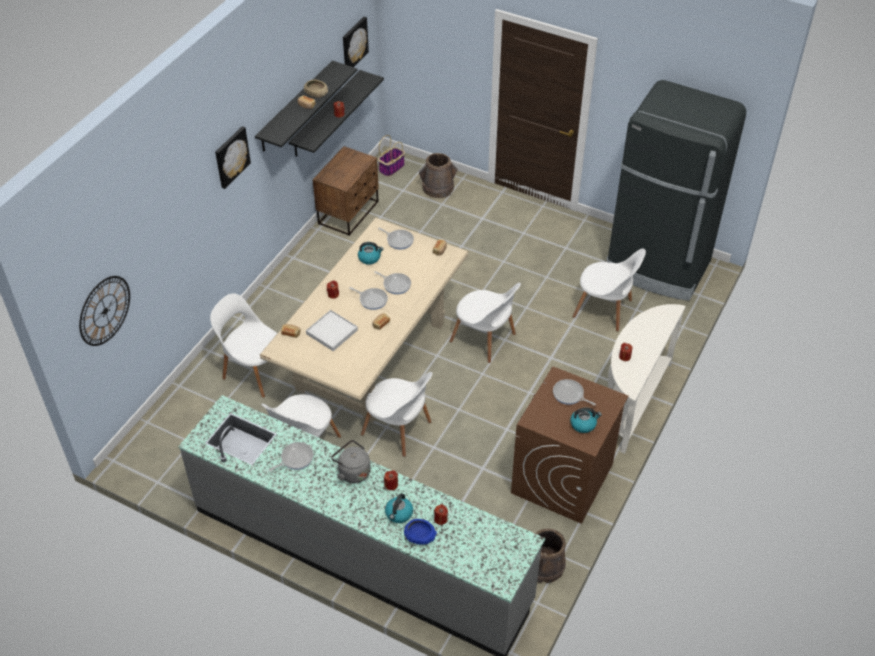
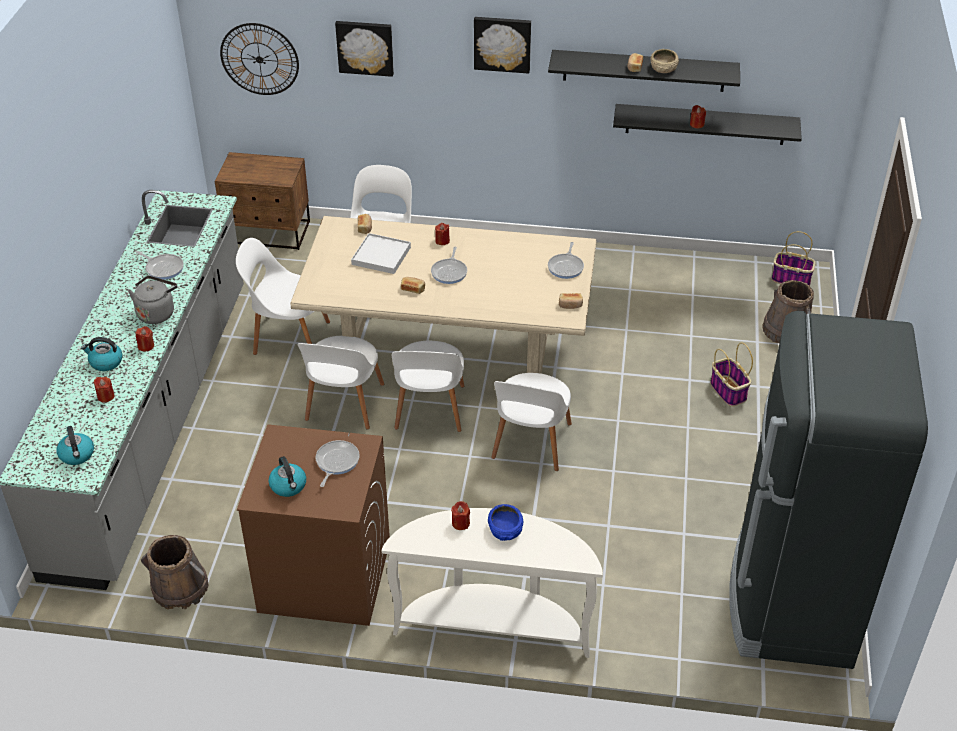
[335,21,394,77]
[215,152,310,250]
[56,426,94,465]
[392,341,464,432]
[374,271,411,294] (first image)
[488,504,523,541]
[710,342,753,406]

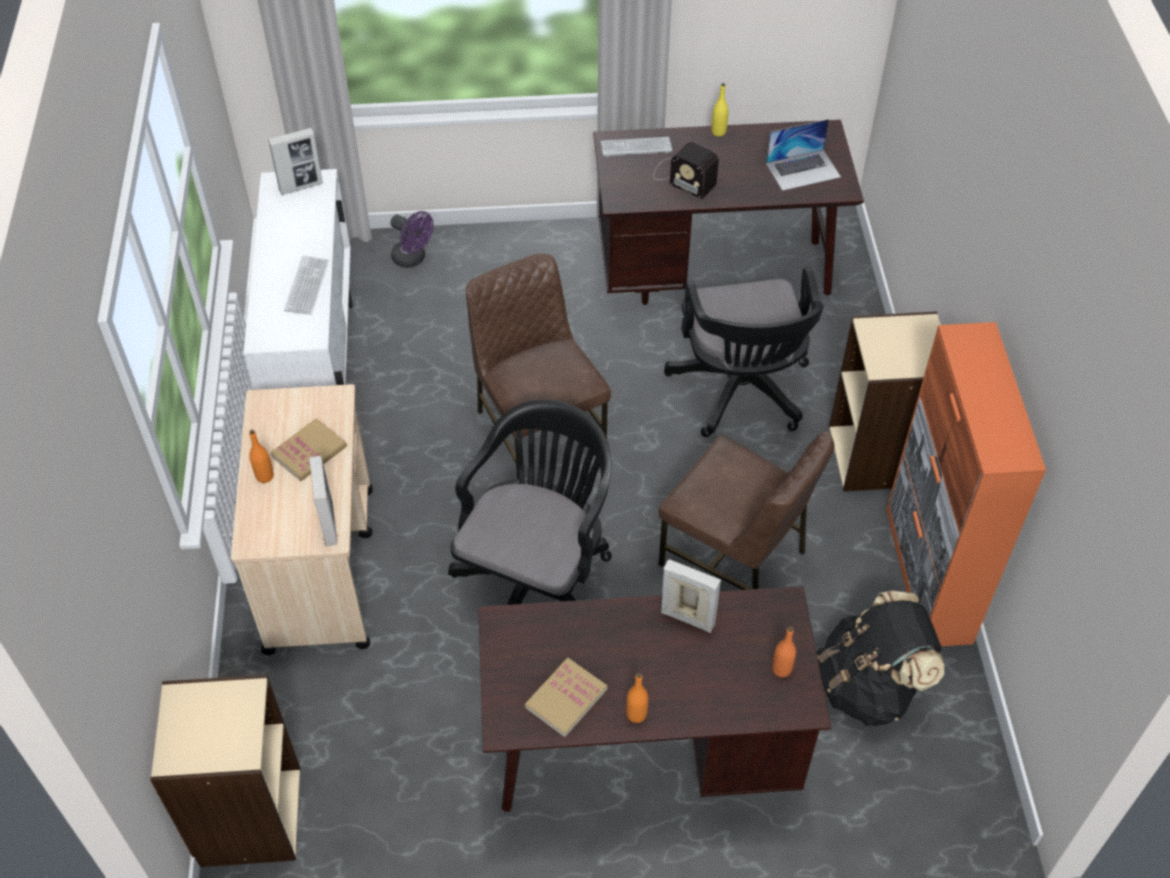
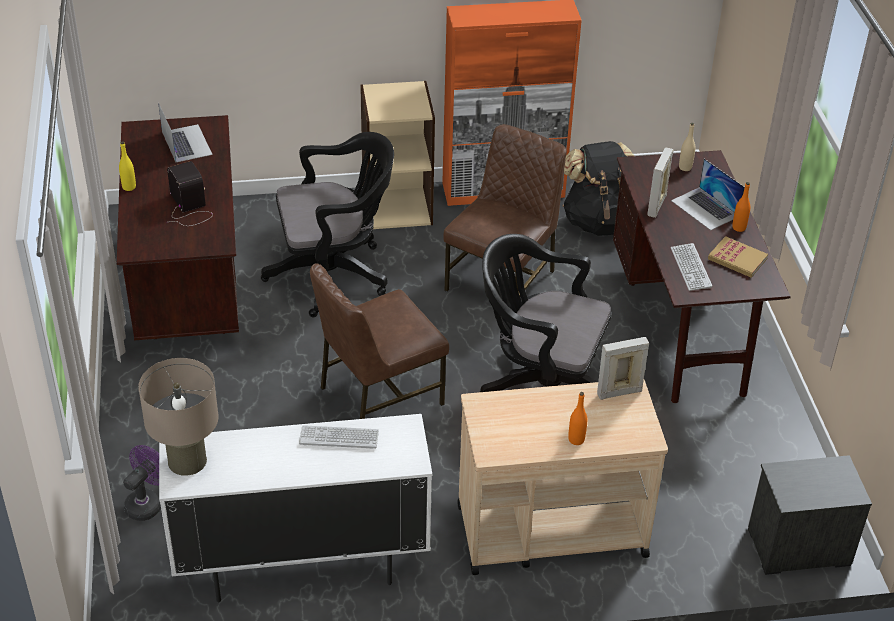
[138,358,219,476]
[671,243,712,291]
[167,161,213,226]
[270,418,347,481] (first image)
[679,123,695,171]
[747,455,872,575]
[671,159,745,230]

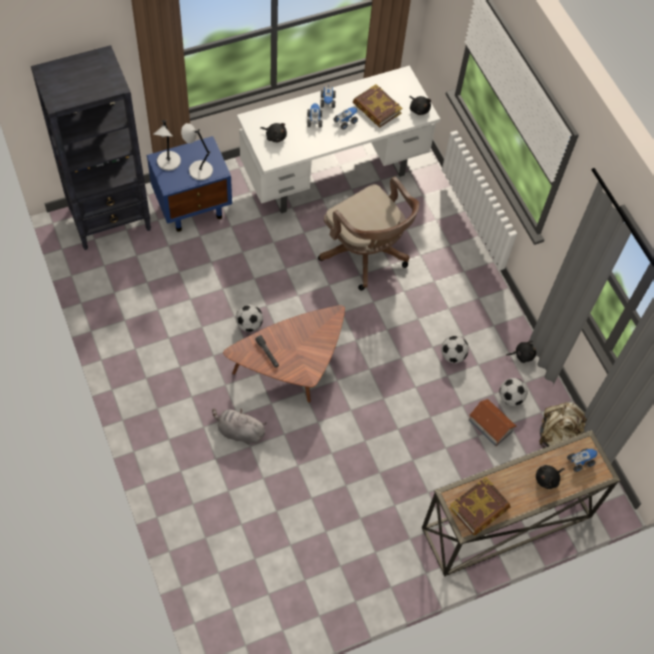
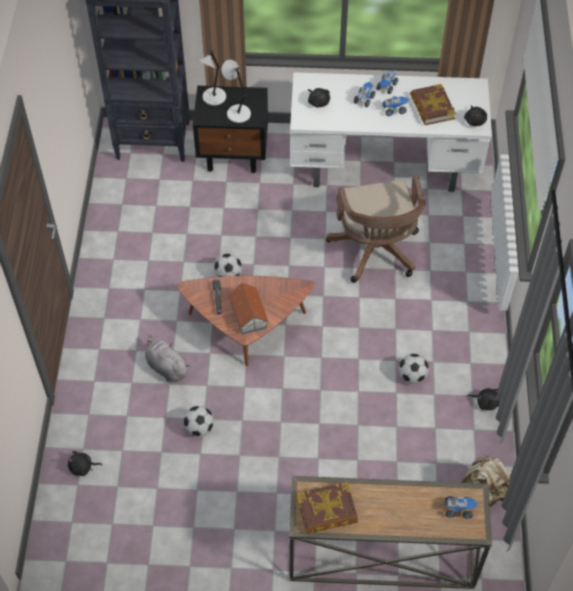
[193,86,268,173]
[183,406,214,437]
[228,283,269,335]
[67,451,102,476]

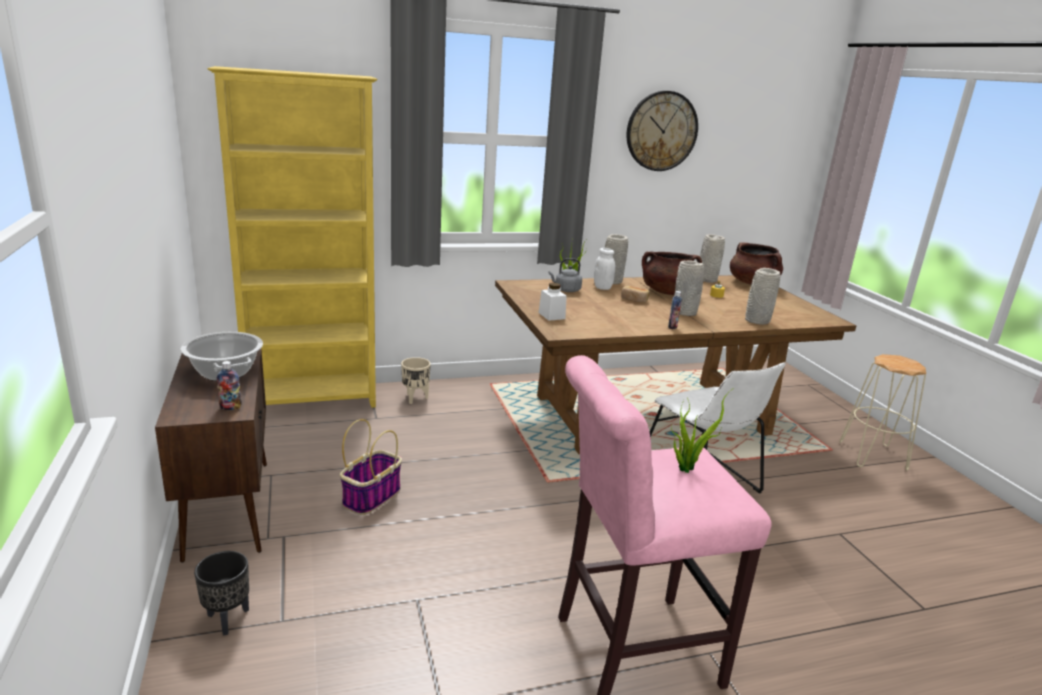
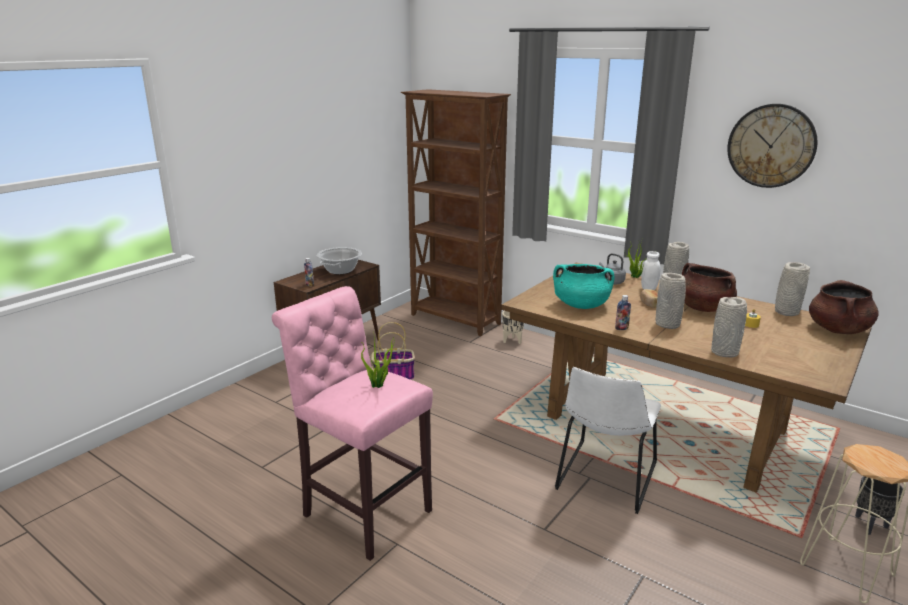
[401,89,511,336]
[539,283,567,321] (first image)
[855,476,904,535]
[553,264,614,309]

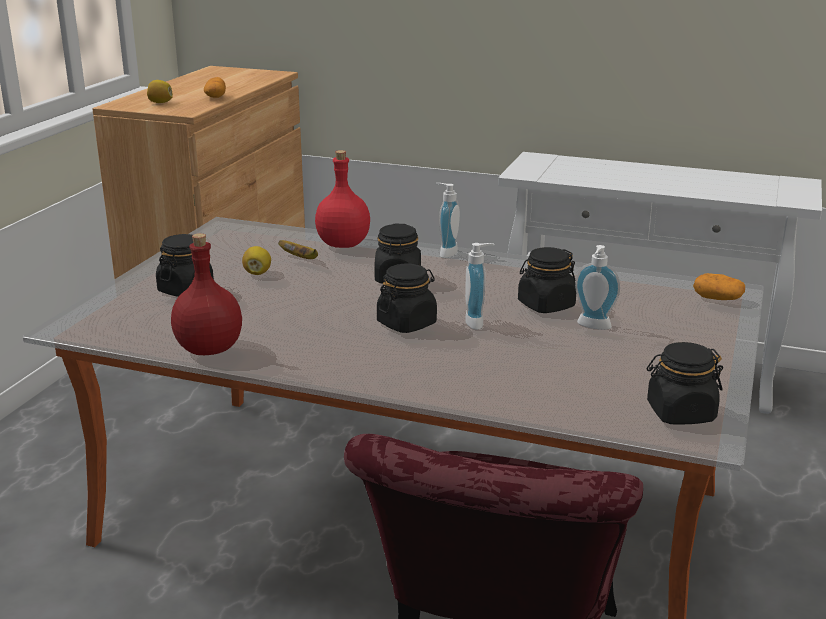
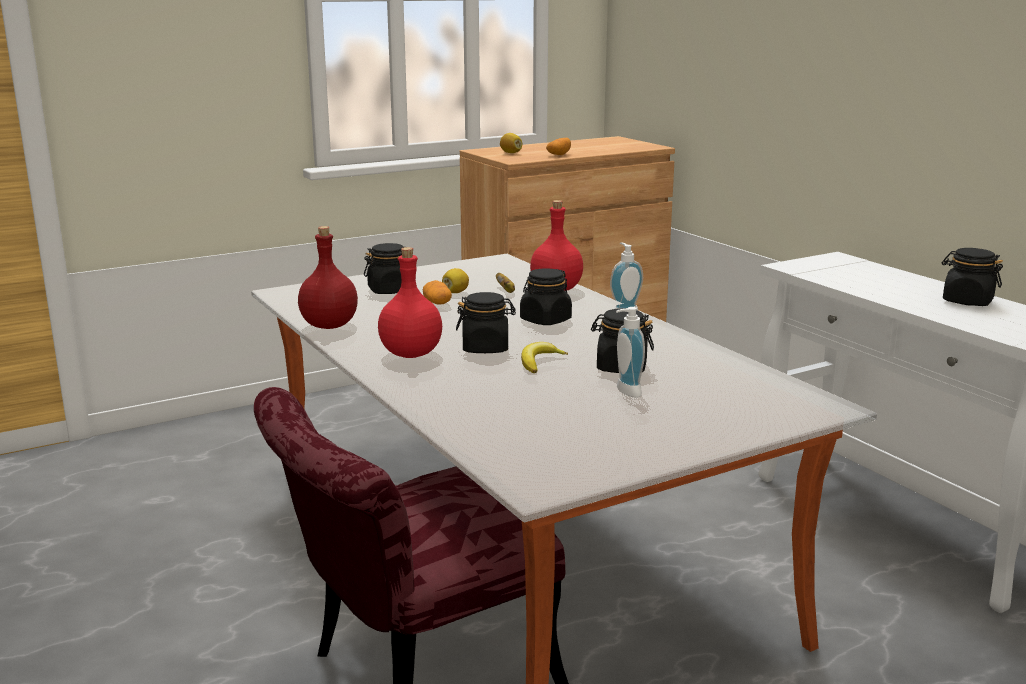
[521,342,568,373]
[423,280,452,305]
[942,248,1003,306]
[378,247,442,358]

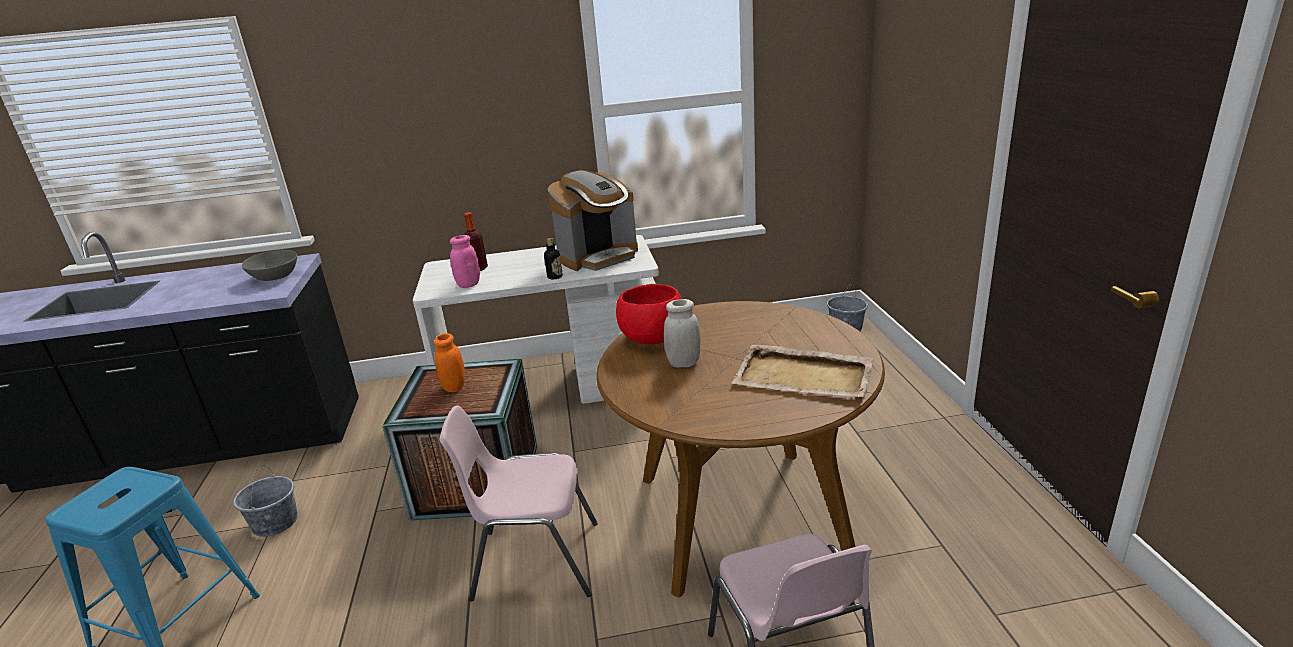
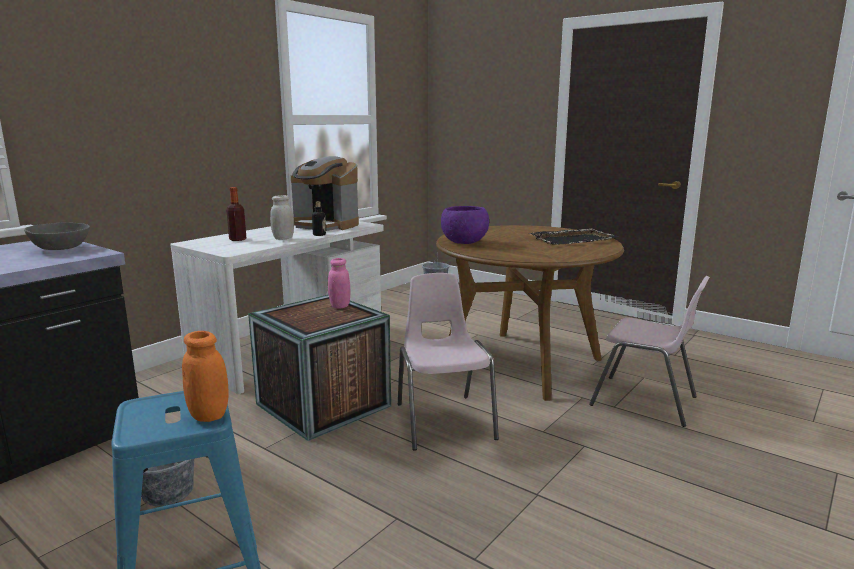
[291,156,359,231]
[328,258,350,308]
[441,206,489,244]
[270,195,294,240]
[182,331,229,422]
[529,228,620,245]
[398,273,499,451]

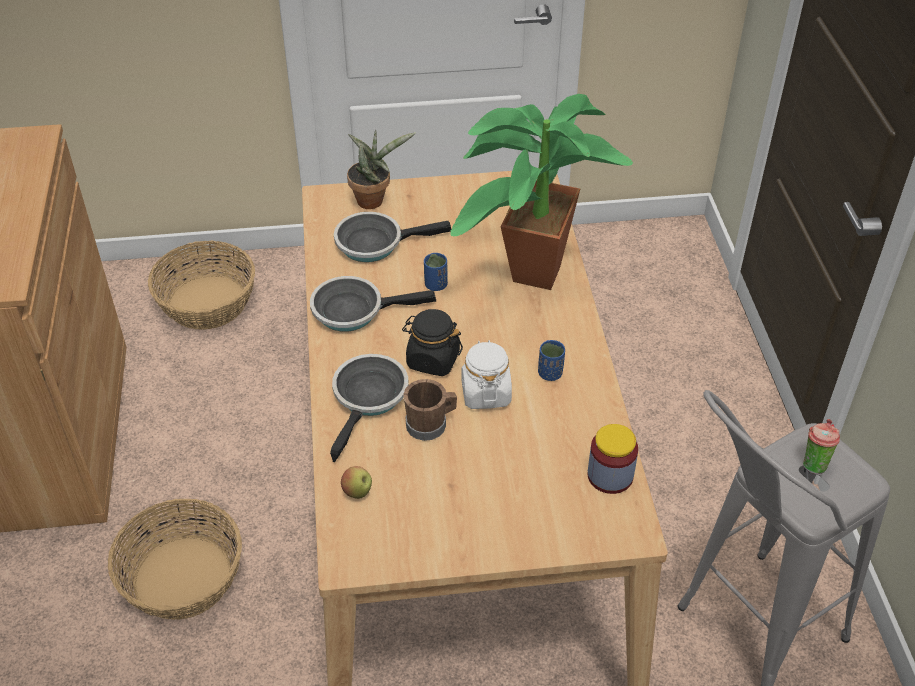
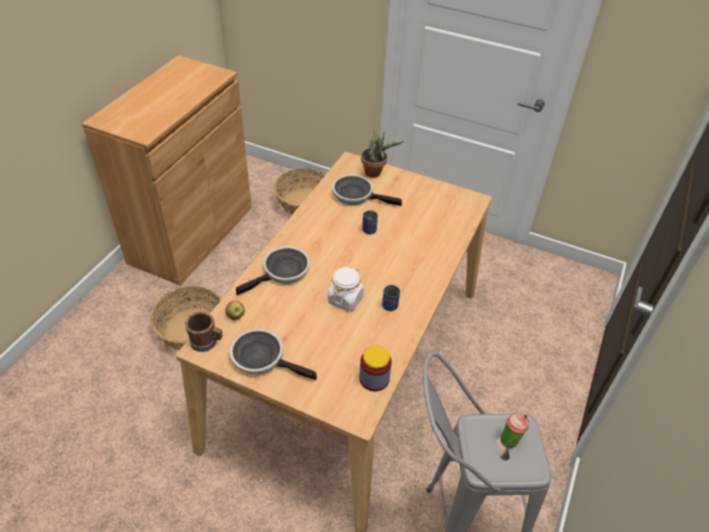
[450,94,633,290] (first image)
[230,329,317,380]
[402,309,463,376] (first image)
[185,311,222,352]

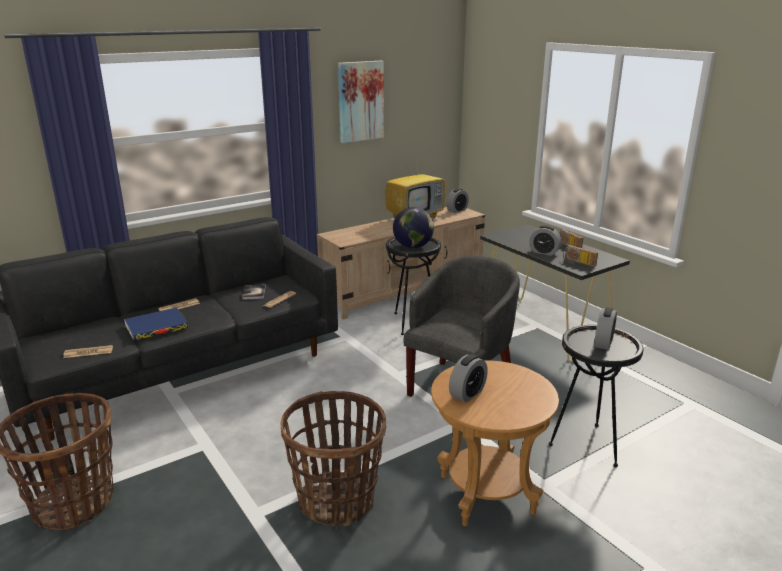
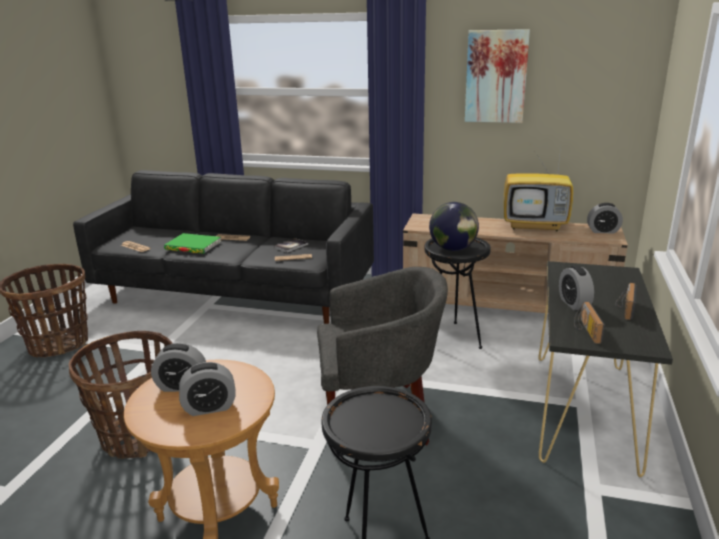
[164,233,221,254]
[179,362,236,416]

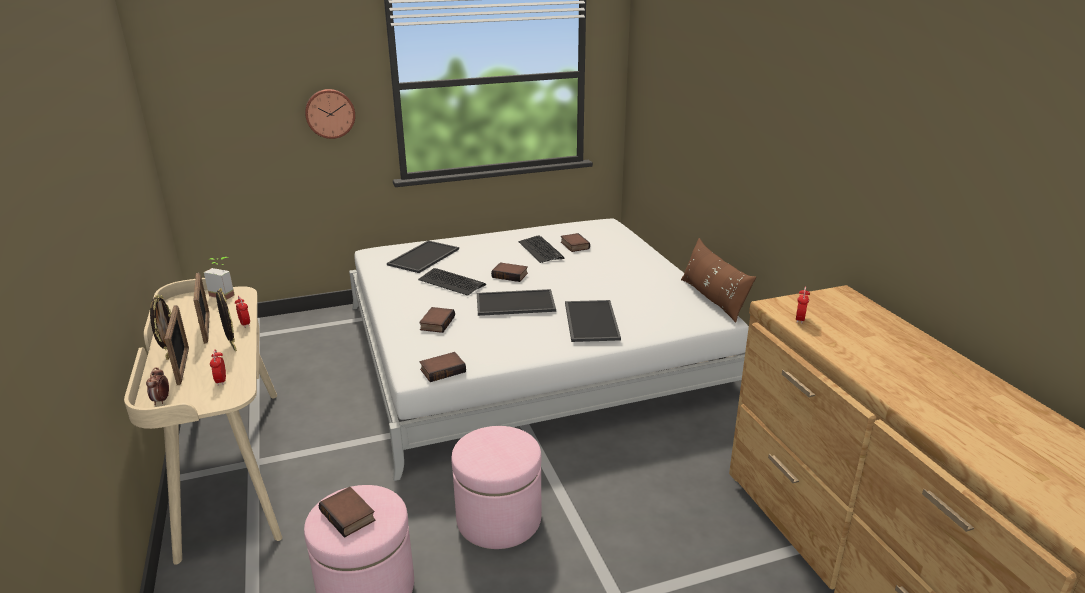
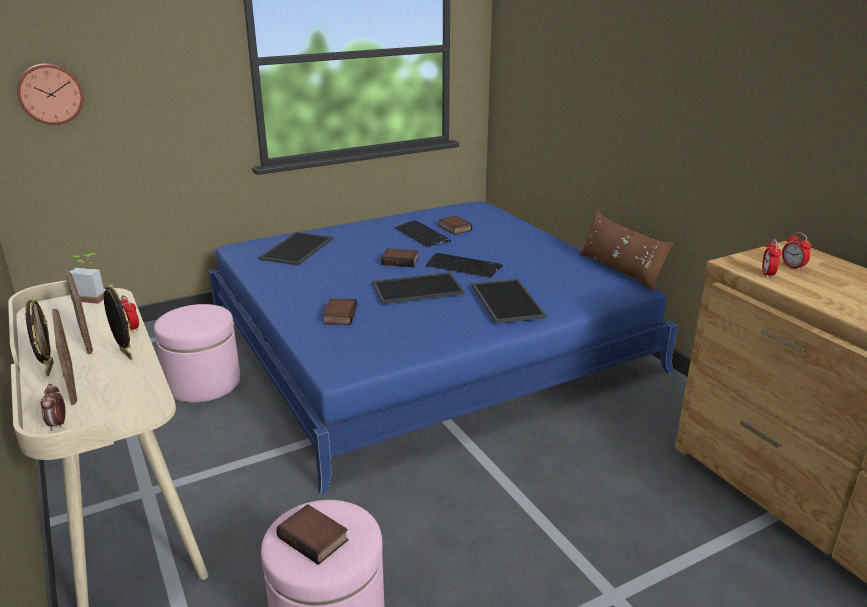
[17,64,84,125]
[209,201,678,494]
[426,253,503,278]
[782,232,811,271]
[420,352,466,382] (first image)
[154,304,240,403]

